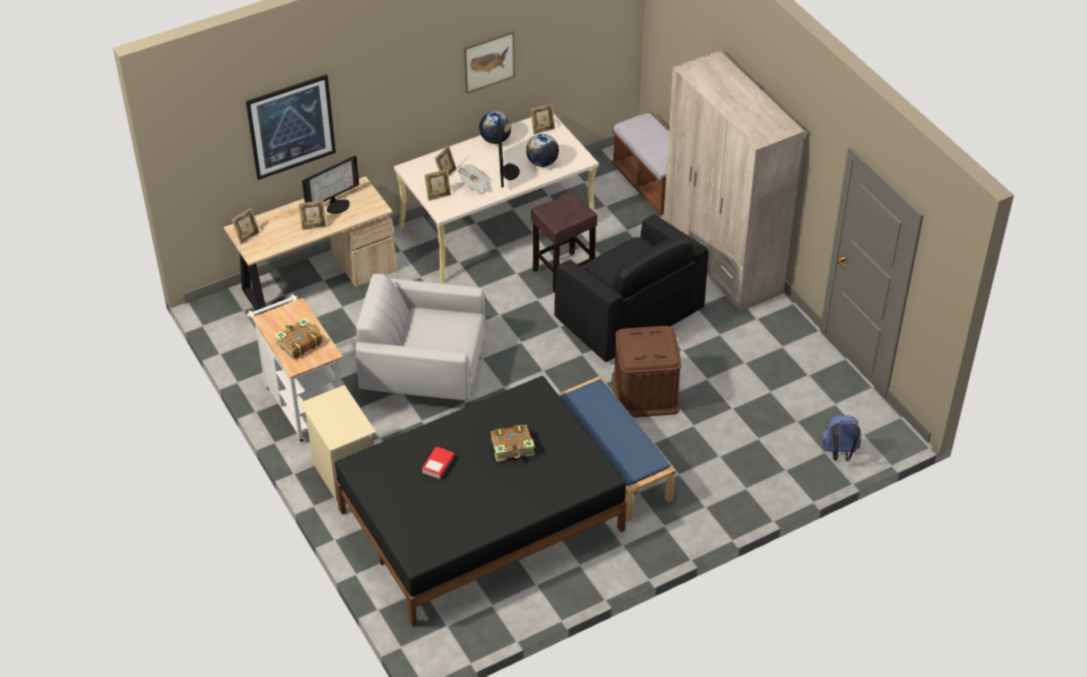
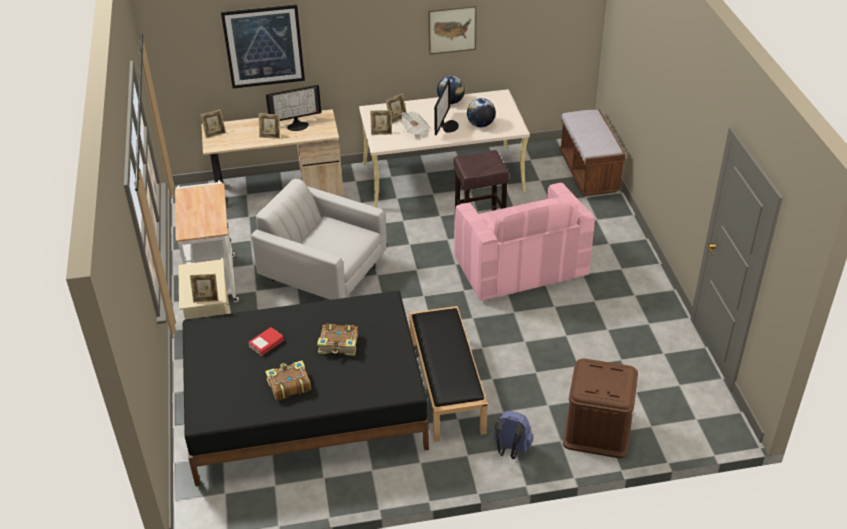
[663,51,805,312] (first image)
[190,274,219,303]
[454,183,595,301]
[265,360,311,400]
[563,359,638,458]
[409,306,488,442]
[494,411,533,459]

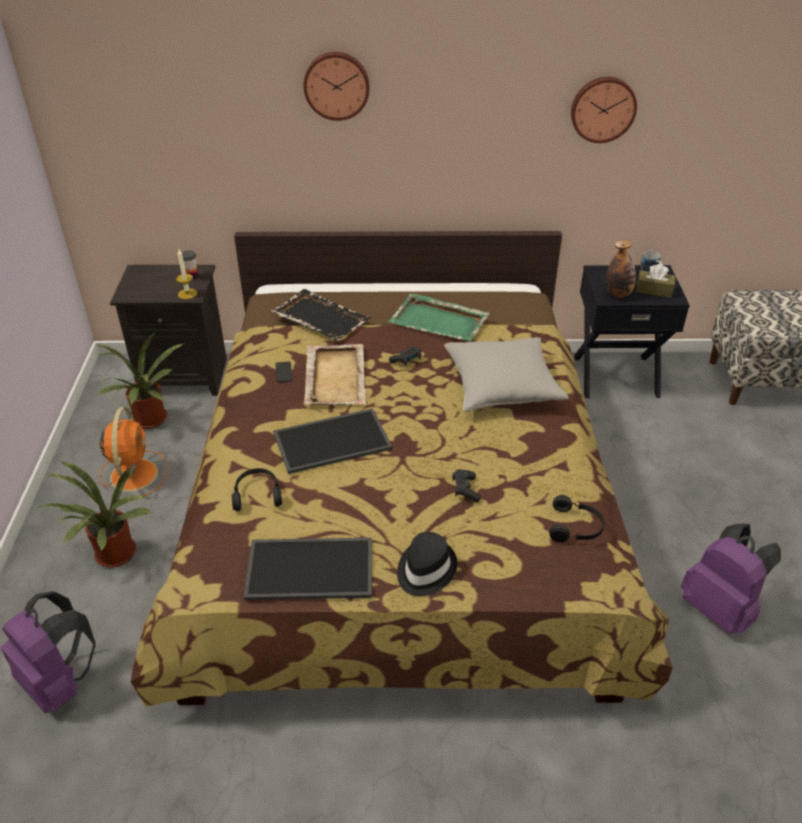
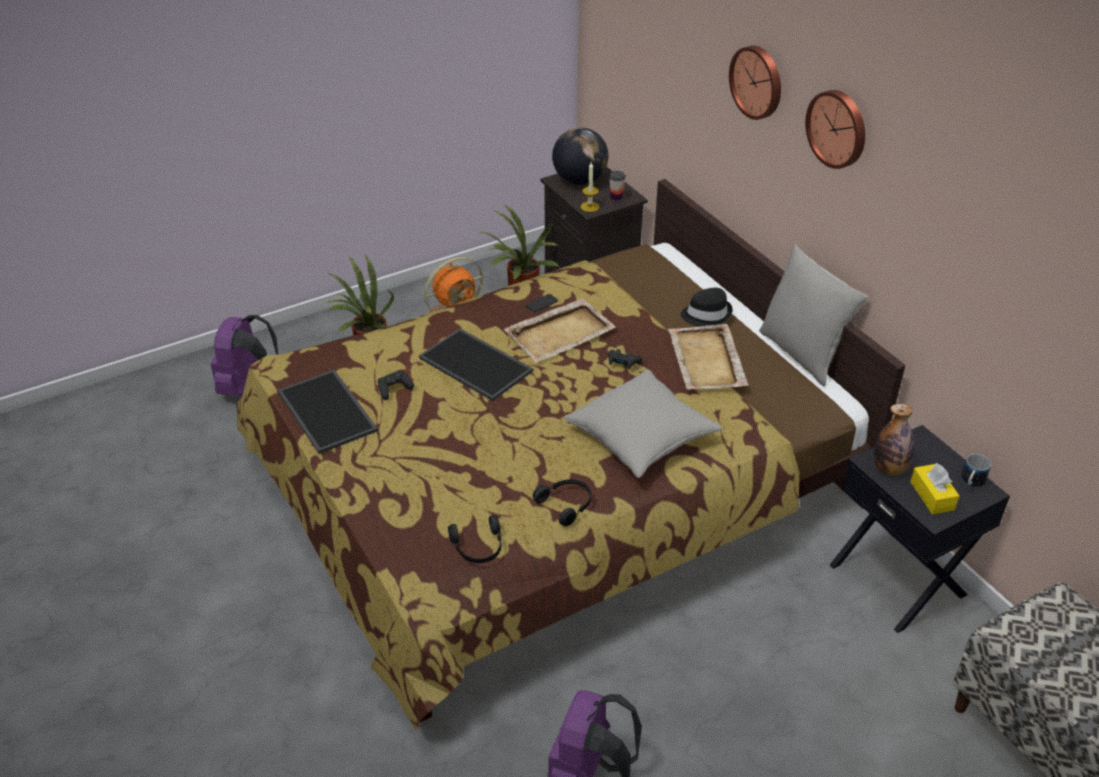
[805,90,865,169]
[910,463,959,514]
[270,289,371,341] (first image)
[668,324,749,390]
[533,479,591,526]
[378,370,414,400]
[681,288,733,327]
[552,127,608,185]
[759,244,868,387]

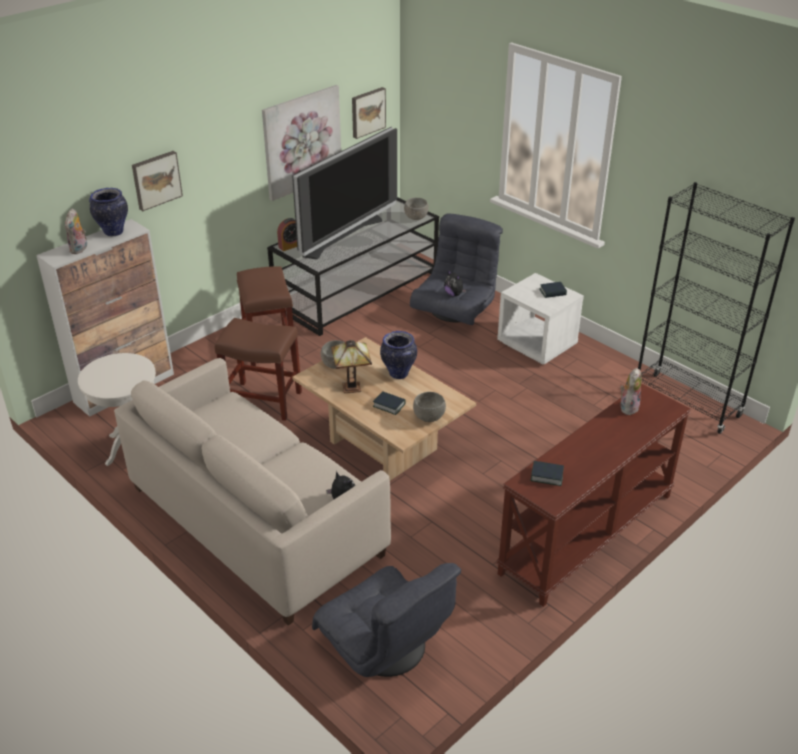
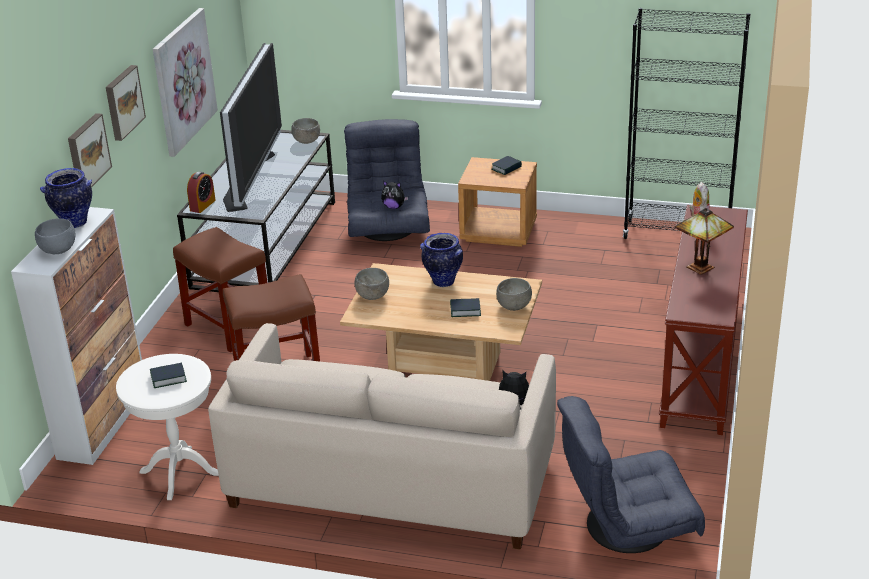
[106,65,146,141]
[35,218,75,254]
[458,157,537,247]
[675,208,734,275]
[150,363,187,388]
[557,396,705,553]

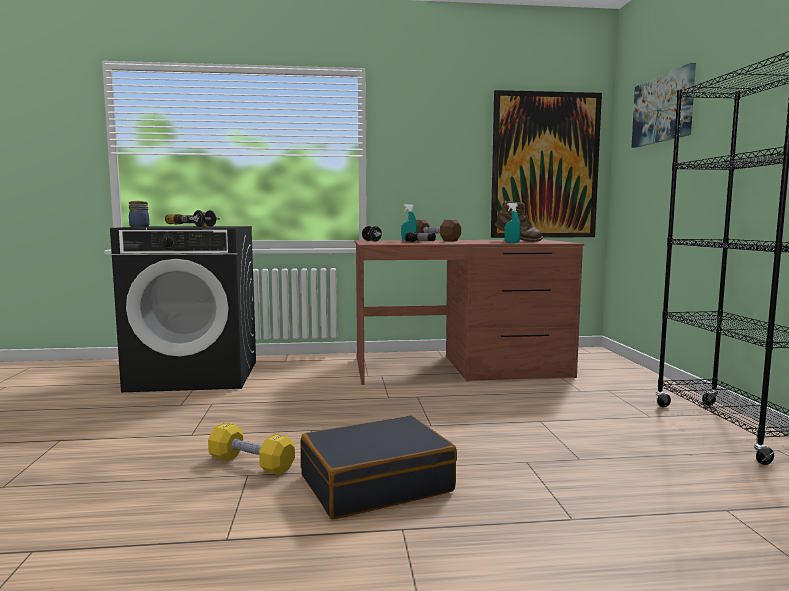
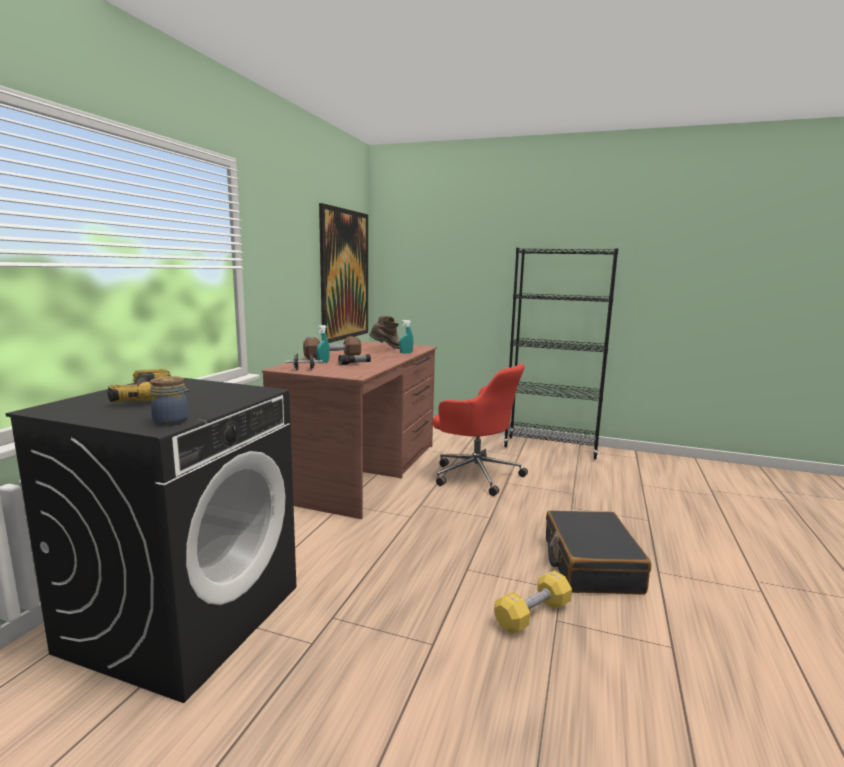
[631,63,696,148] (first image)
[189,210,220,227] (first image)
[433,364,528,496]

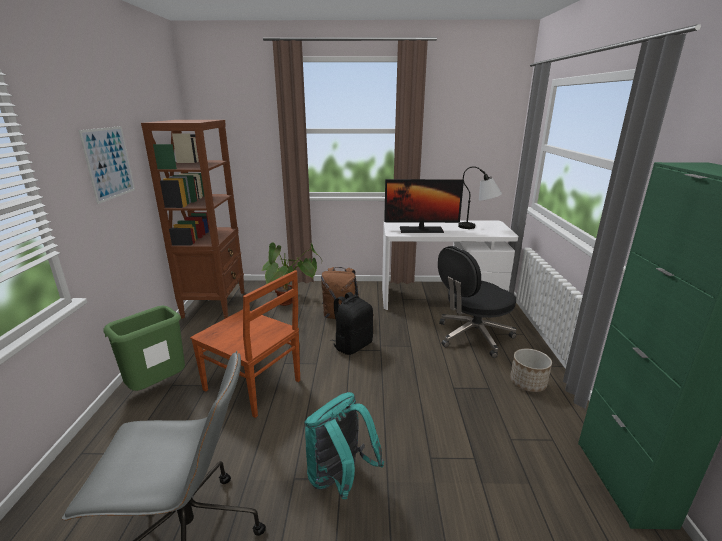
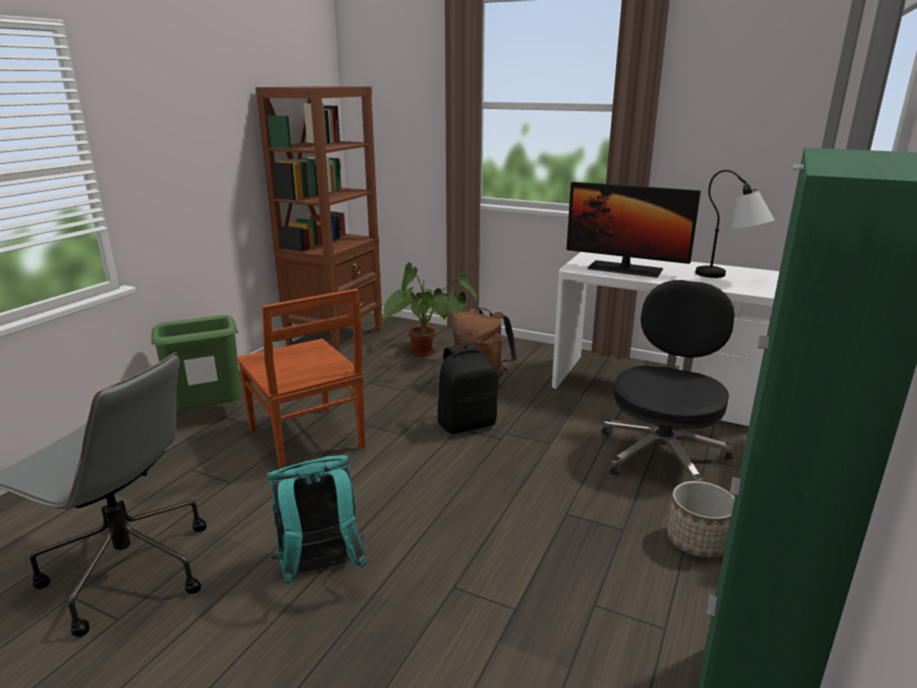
[78,126,135,204] (first image)
[601,280,735,482]

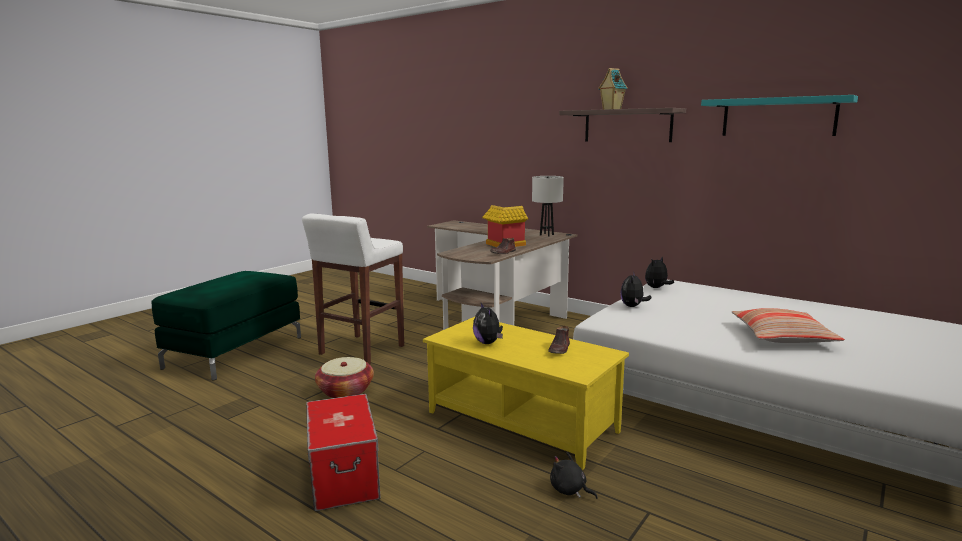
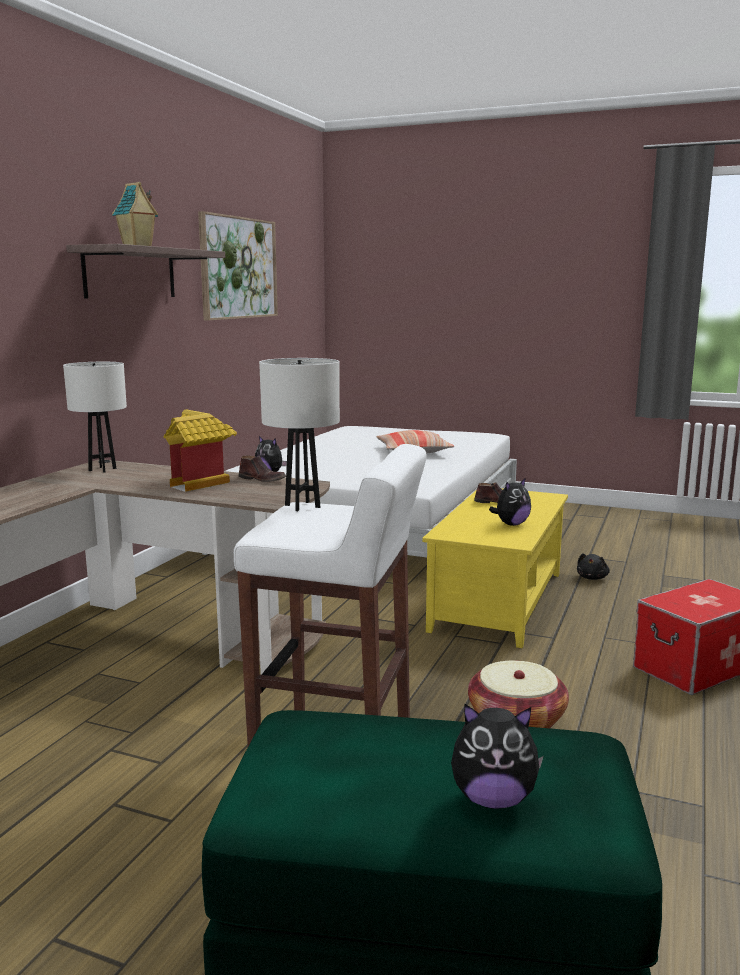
[198,211,278,320]
[451,703,544,809]
[259,358,340,511]

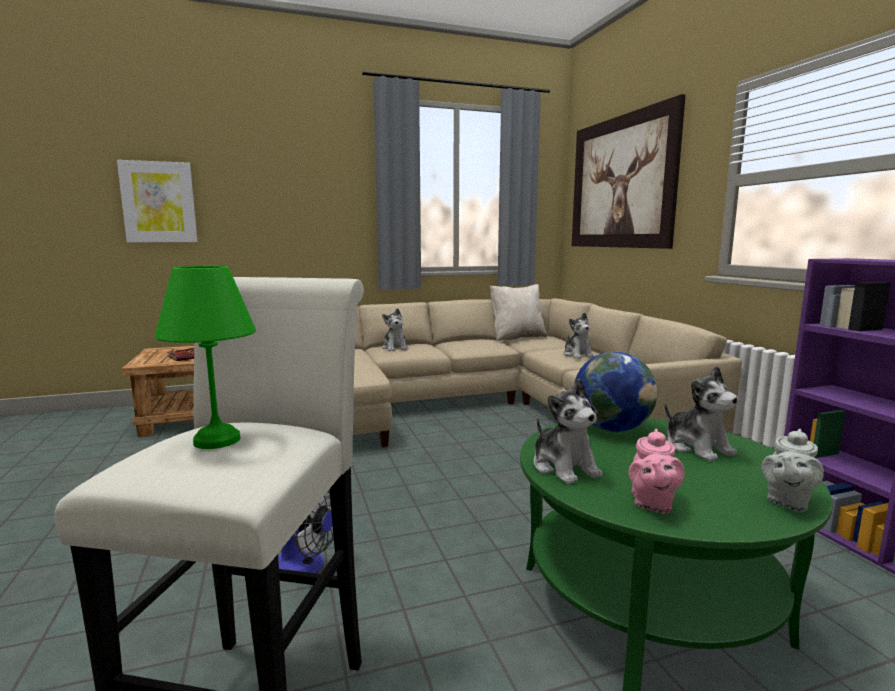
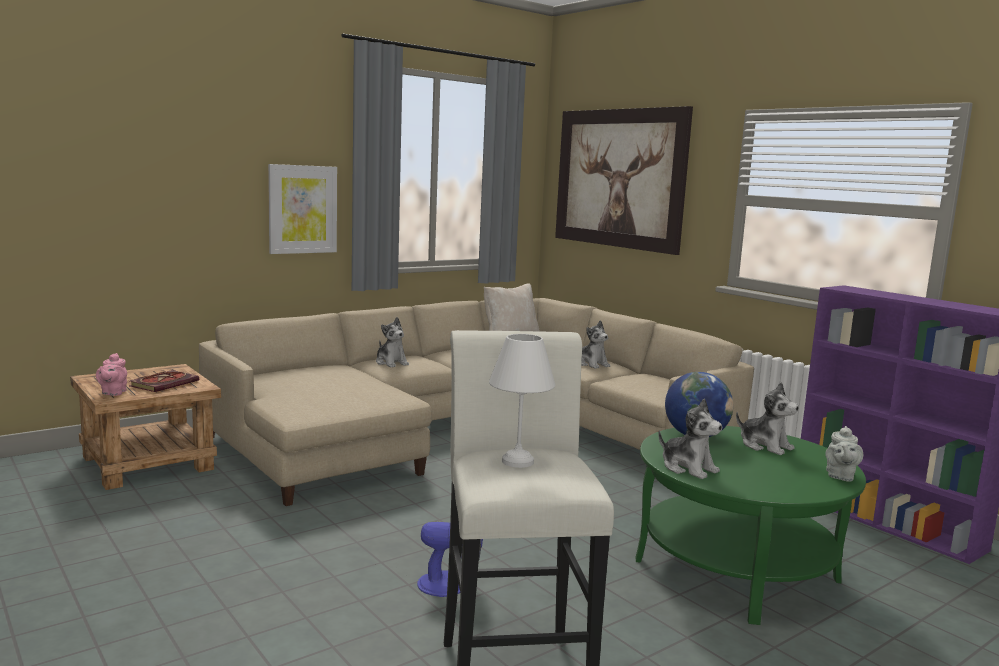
[268,164,337,254]
[489,334,555,468]
[96,353,127,396]

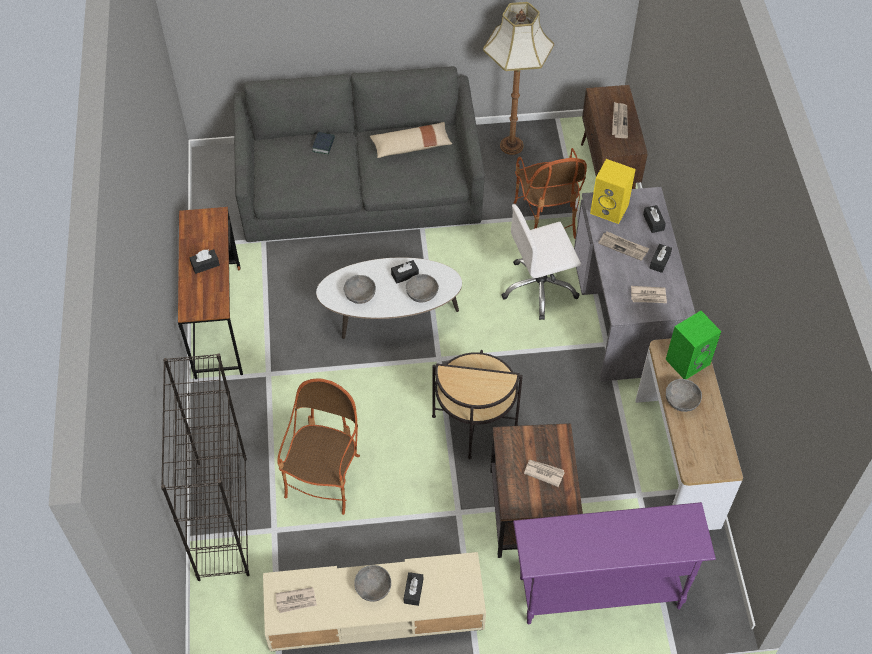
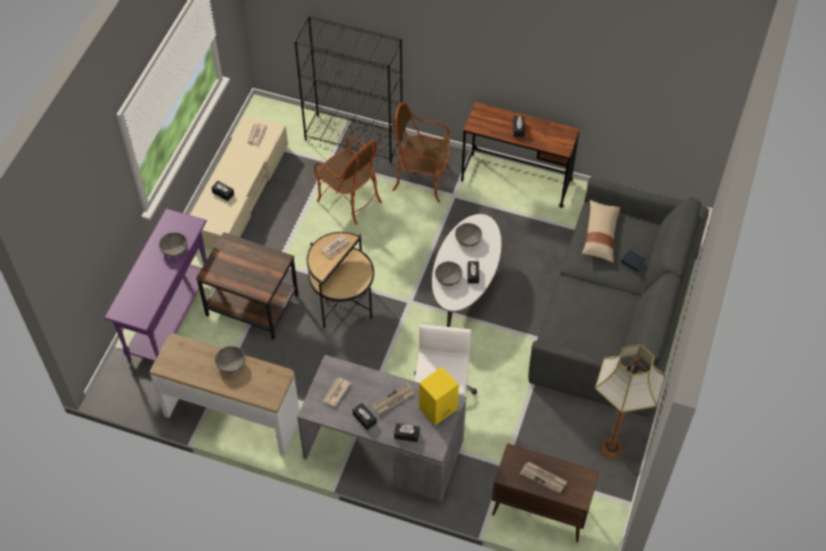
[582,200,621,262]
[392,102,450,203]
[666,311,721,379] (first image)
[320,234,351,258]
[159,232,188,257]

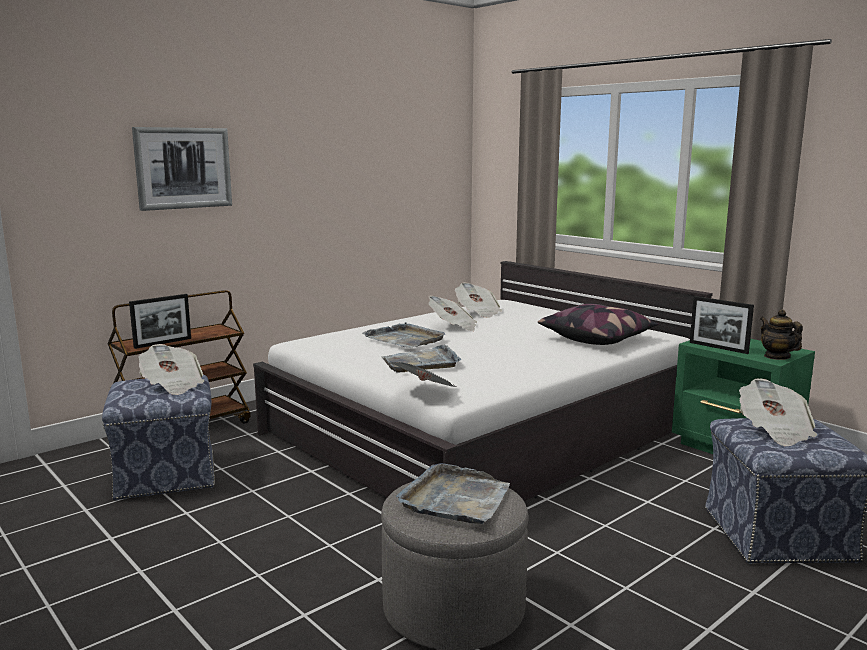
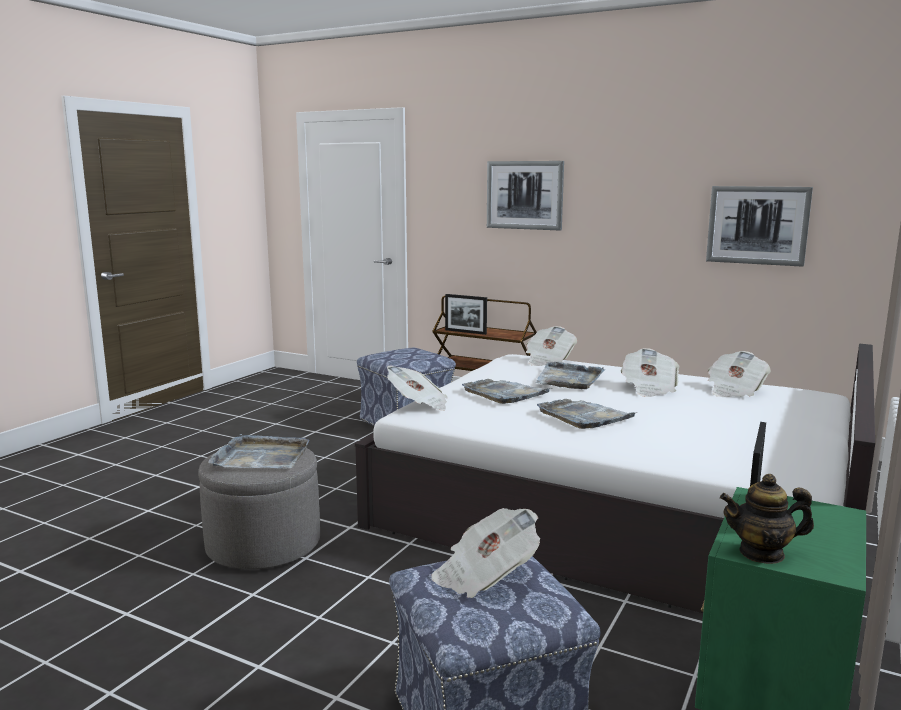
[538,304,659,345] (first image)
[720,474,814,564]
[526,326,577,366]
[706,186,813,267]
[537,399,638,429]

